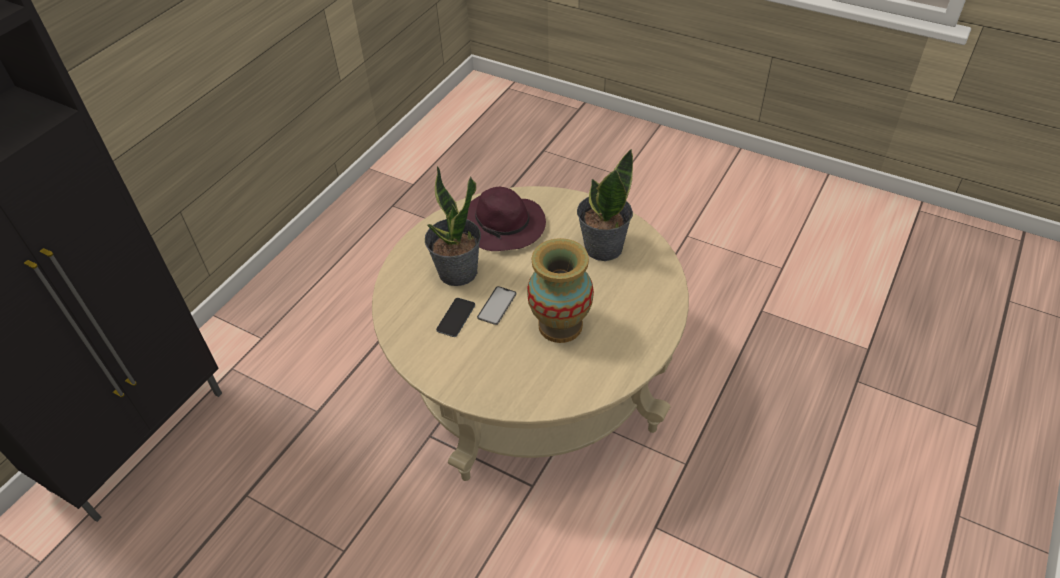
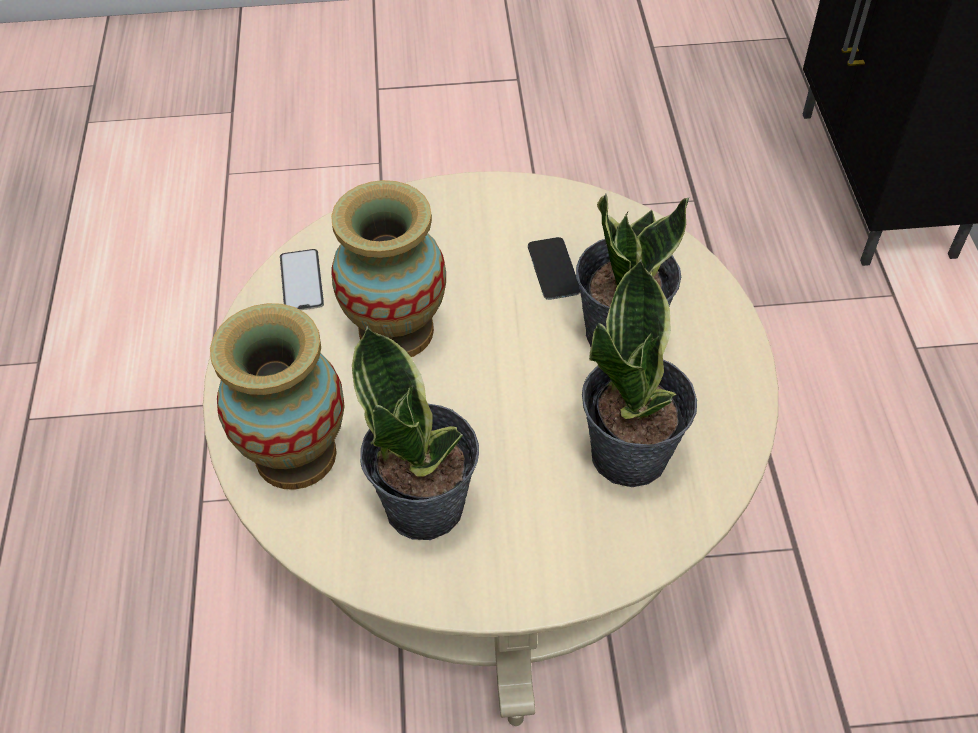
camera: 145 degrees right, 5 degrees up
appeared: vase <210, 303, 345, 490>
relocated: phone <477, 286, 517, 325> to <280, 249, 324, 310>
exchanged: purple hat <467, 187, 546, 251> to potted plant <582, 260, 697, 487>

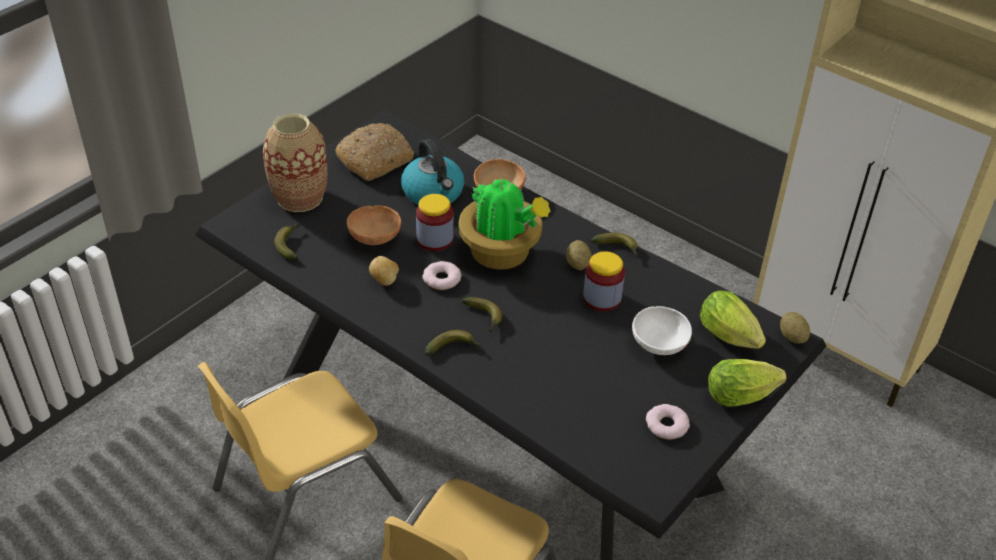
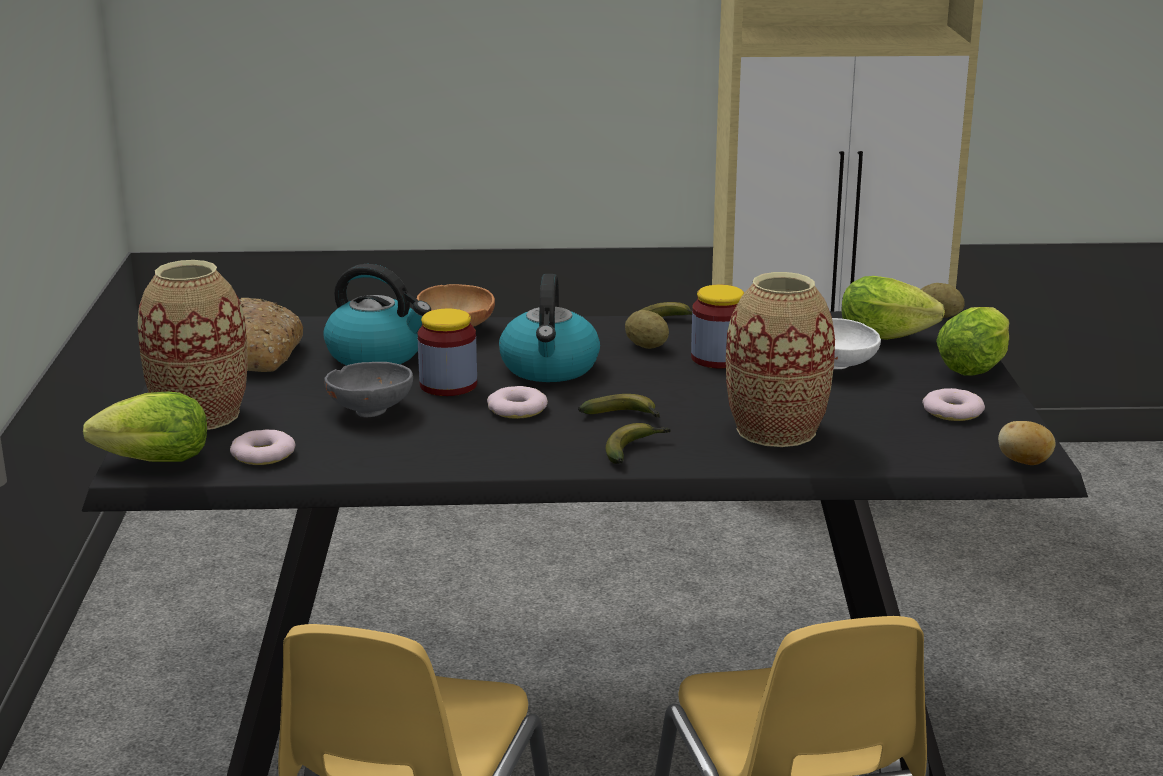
camera: 40 degrees left, 20 degrees down
appeared: lettuce <83, 391, 207, 462>; vase <726, 272, 835, 447>
relocated: potato <369, 256, 399, 286> to <998, 421, 1056, 465>
exchanged: banana <274, 223, 300, 260> to donut <230, 430, 295, 465>; potted plant <459, 174, 551, 270> to kettle <499, 274, 600, 382>
colour: brown bowl <347, 205, 401, 245> to grey bowl <324, 362, 413, 417>

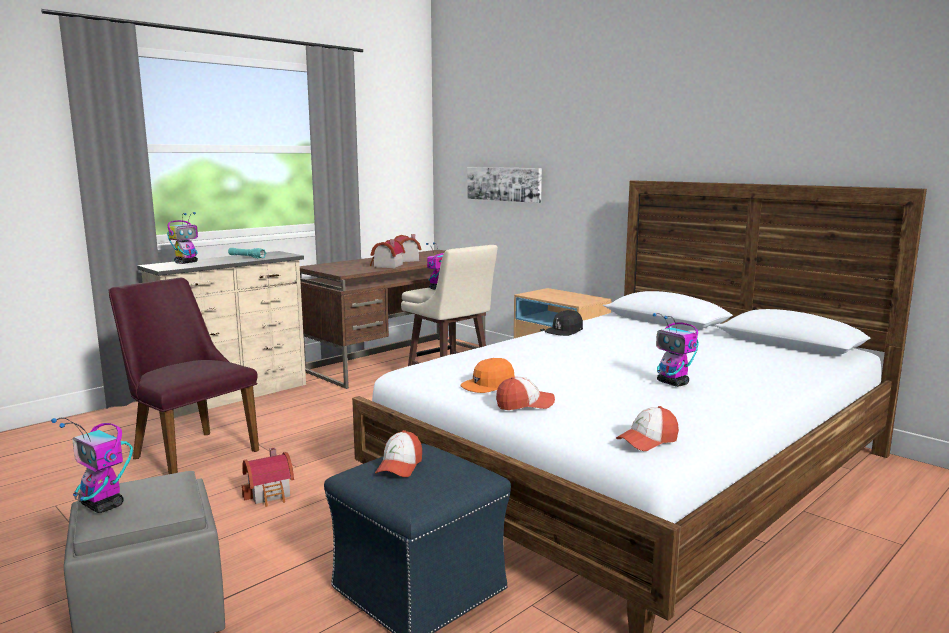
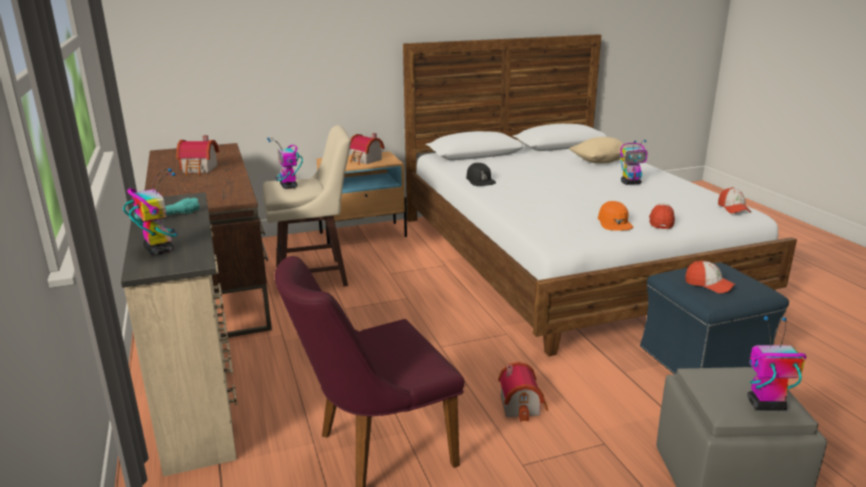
camera: 65 degrees left, 10 degrees up
missing: picture <467, 167, 542, 203>
appeared: beige pillow <569, 137, 629, 164>
relocated: toy house <370, 239, 405, 268> to <350, 133, 385, 165>
spun: toy robot <51, 418, 133, 513> = <748, 316, 806, 411> 150 degrees counterclockwise

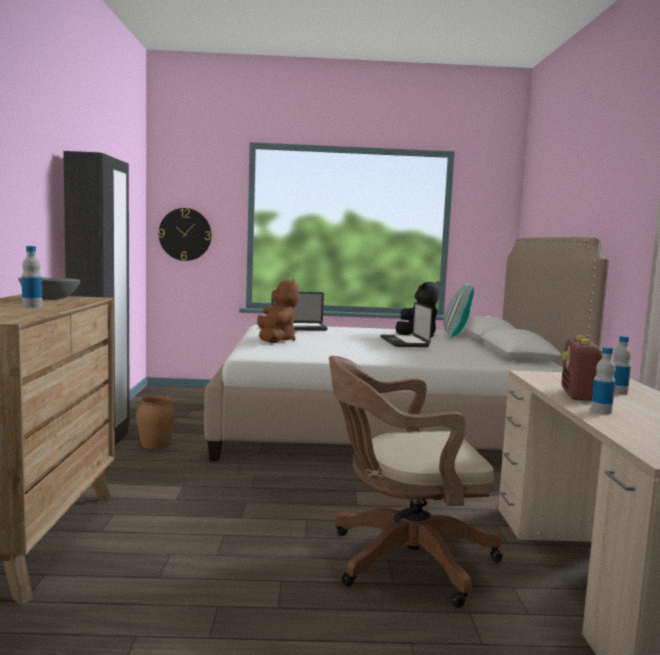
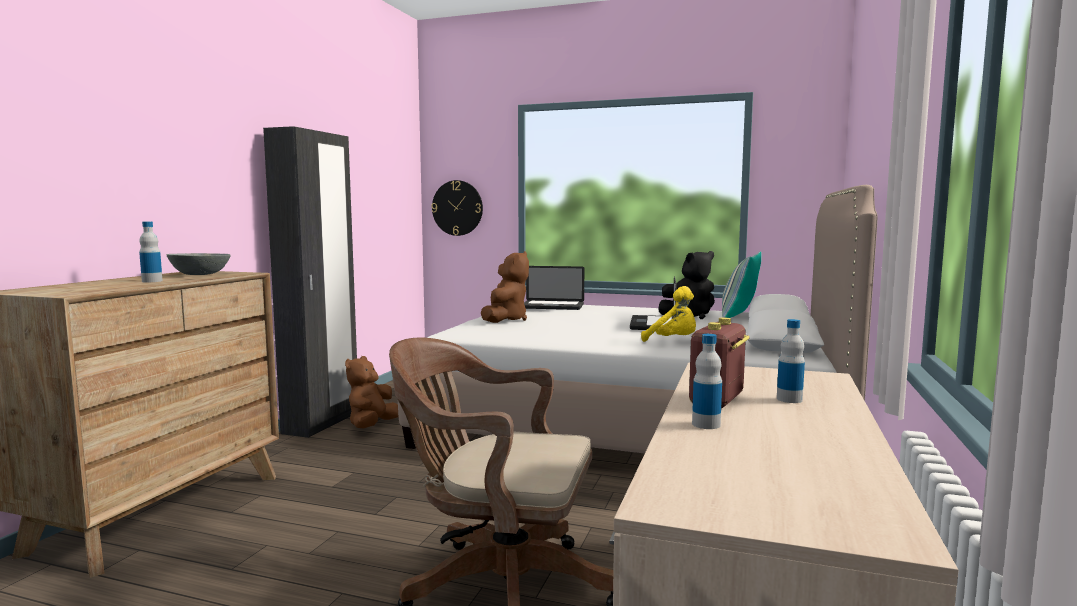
camera: 20 degrees right, 0 degrees up
appeared: yellow plush toy <641, 286, 696, 342>
exchanged: brown vase <136, 396, 175, 449> to brown plush toy <345, 356, 399, 428>

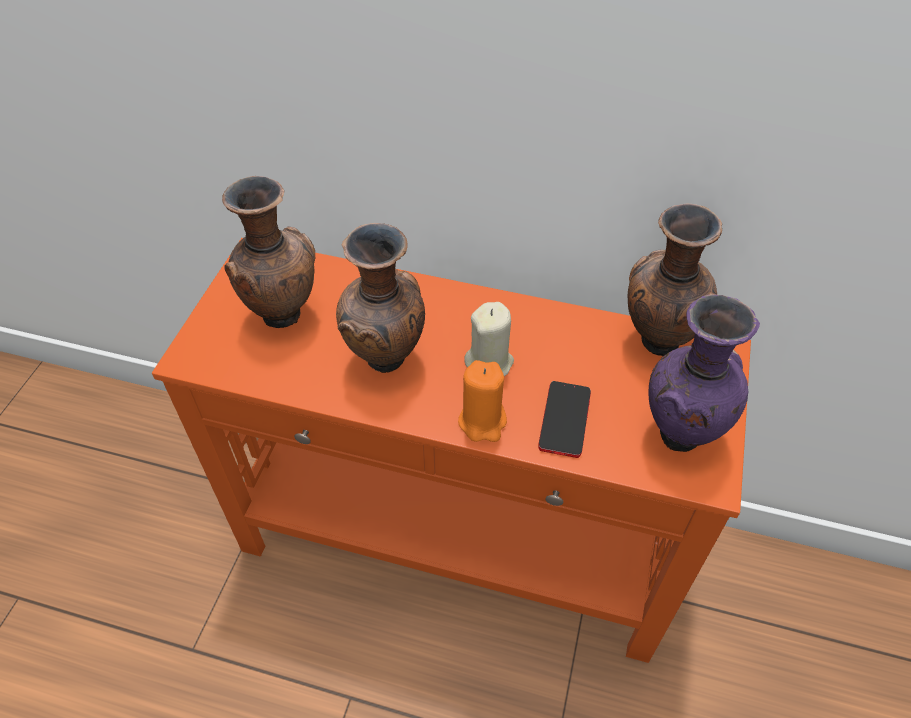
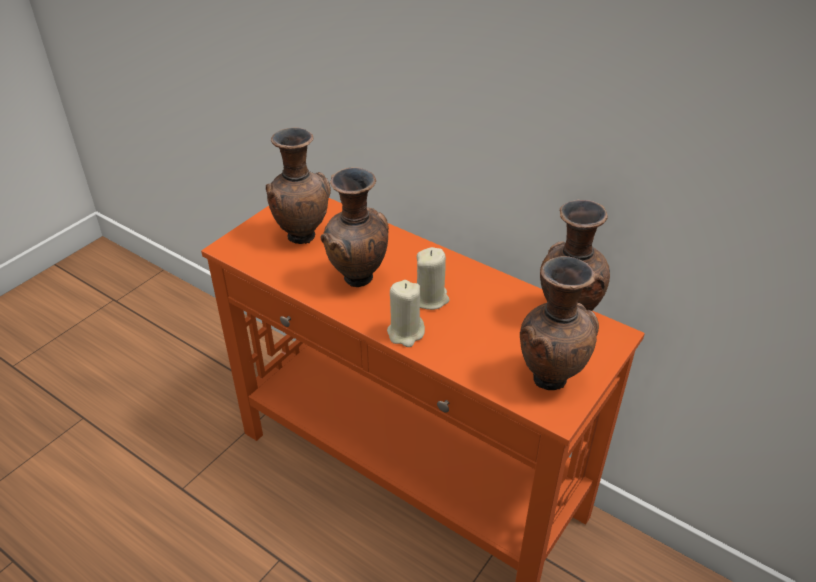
camera: 20 degrees right, 10 degrees down
missing: phone <538, 381, 591, 458>
colour: orange candle <458, 360, 507, 442> to beige candle <387, 280, 425, 347>; purple vase <648, 295, 760, 452> to brown vase <520, 256, 599, 390>

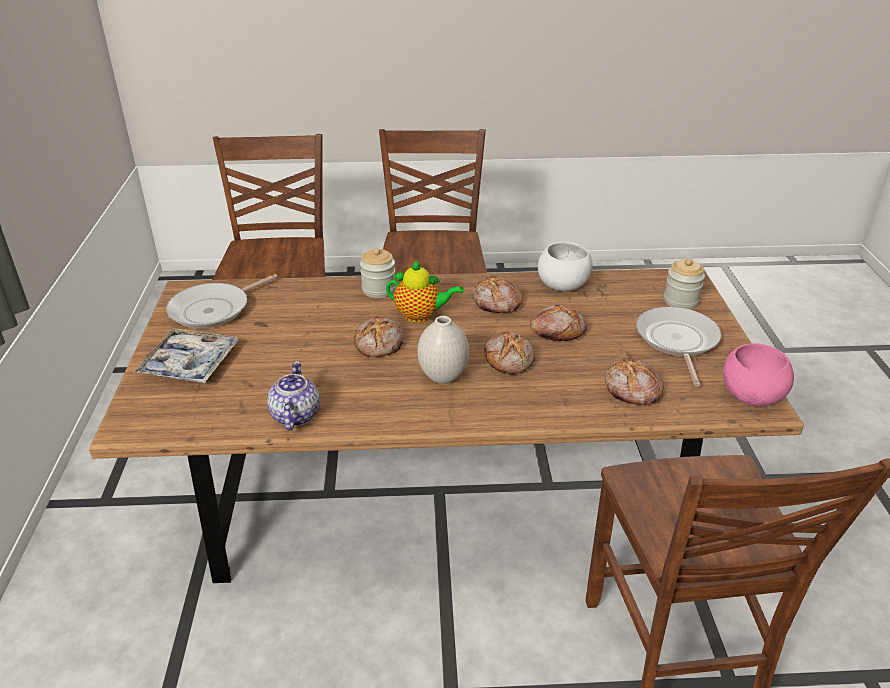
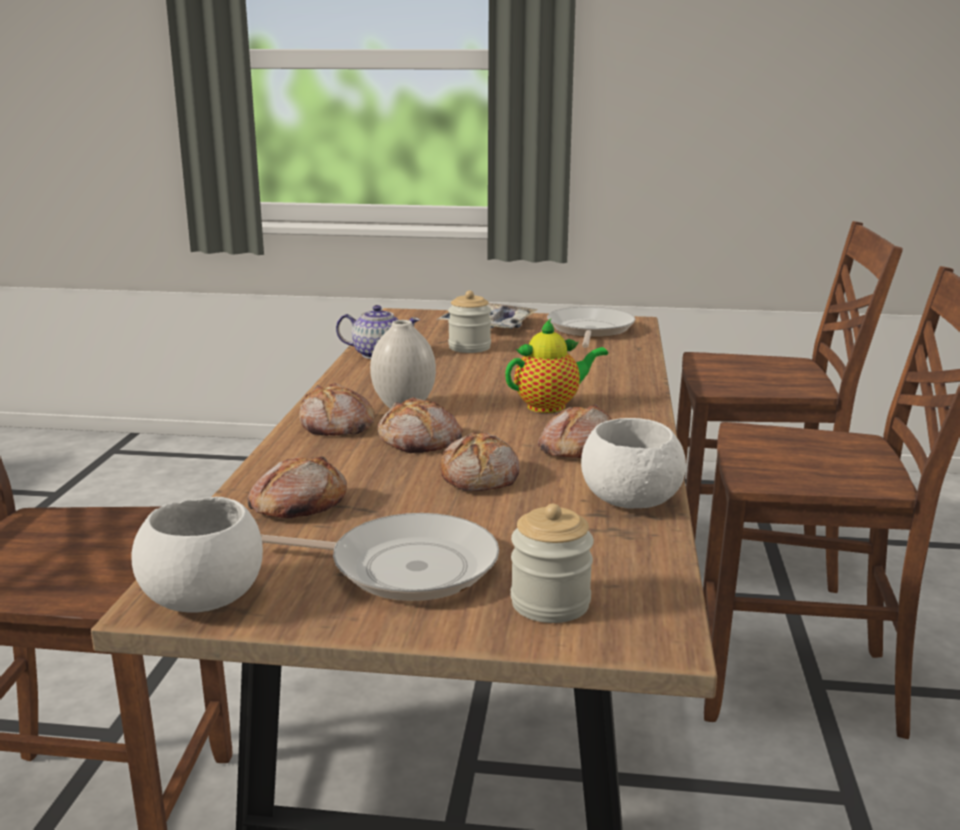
camera: 100 degrees right, 15 degrees down
relocated: bread <354, 317, 403, 357> to <299, 382, 375, 436>; jar <360, 248, 396, 298> to <448, 291, 491, 353>
colour: pink bowl <723, 343, 794, 406> to white bowl <131, 497, 263, 613>
spun: frying pan <166, 274, 278, 329> = <547, 307, 635, 348> 45 degrees clockwise; teapot <386, 260, 464, 323> = <505, 319, 608, 413> 135 degrees counterclockwise

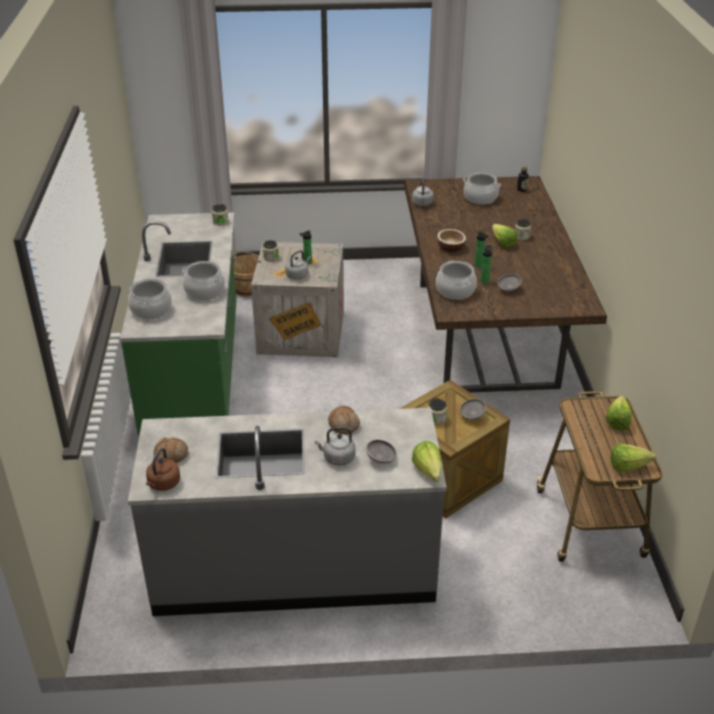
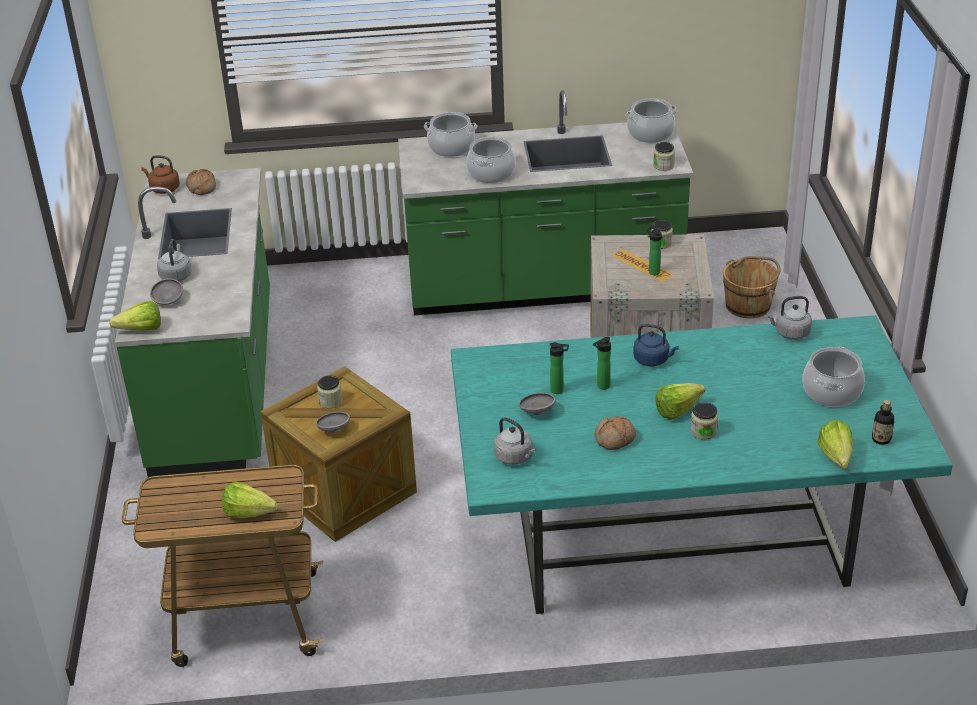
camera: 90 degrees right, 0 degrees up
relocated: grey kettle <285, 250, 311, 280> to <494, 417, 536, 465>; bread <328, 406, 360, 434> to <595, 416, 636, 450>; cooking pot <436, 261, 477, 300> to <625, 99, 678, 143>; lettuce <611, 443, 656, 472> to <817, 420, 853, 469>
exchanged: bowl <437, 229, 466, 252> to blue kettle <633, 324, 679, 367>
colour: grey counter <128, 408, 447, 616> to green counter <115, 168, 270, 477>; brown dining table <404, 176, 607, 392> to turquoise dining table <451, 315, 953, 614>

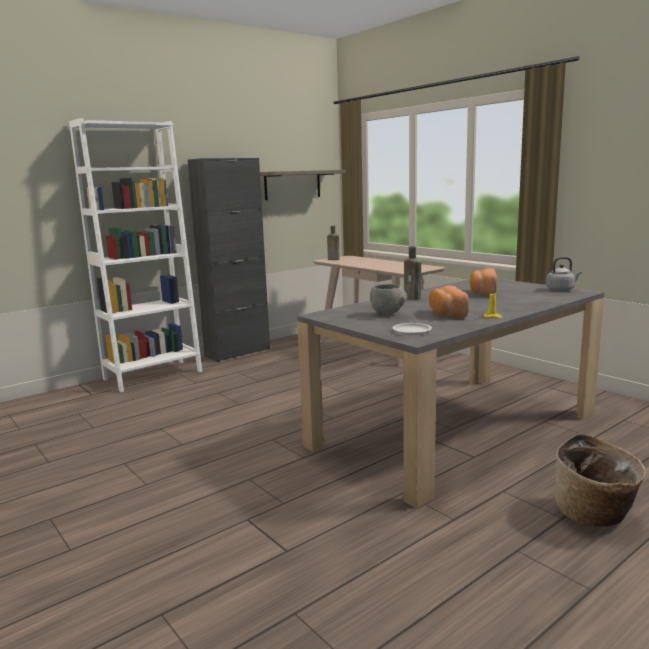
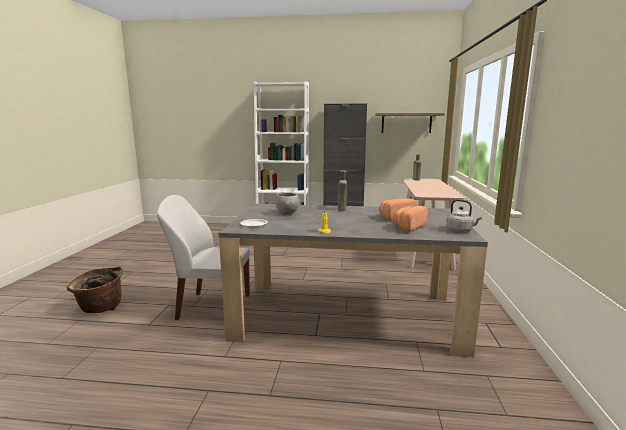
camera: 45 degrees right, 0 degrees up
appeared: white chair <157, 195, 250, 320>
relocated: bread <429, 286, 469, 318> to <393, 206, 428, 232>; basket <555, 433, 646, 527> to <67, 266, 123, 313>

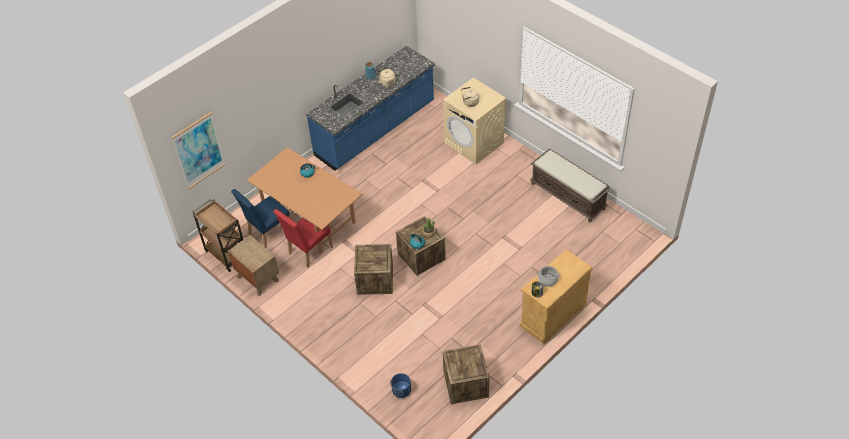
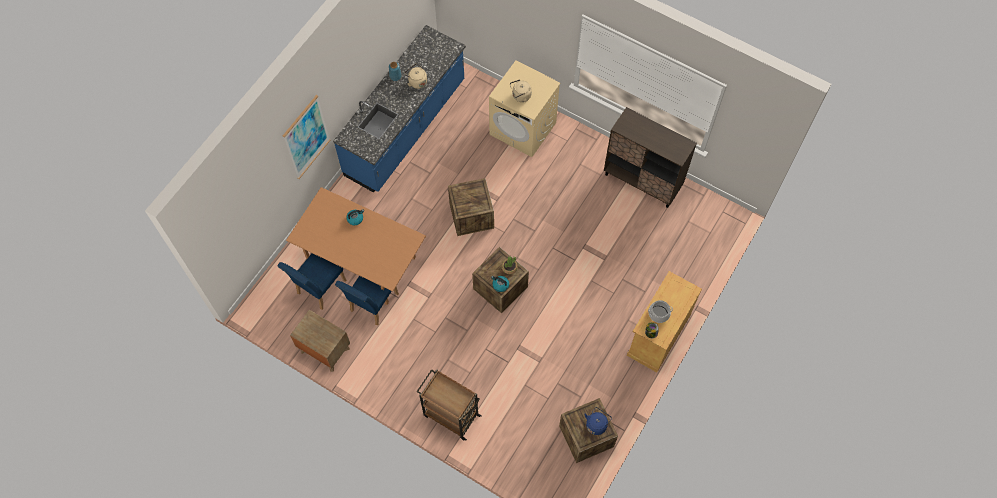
camera: 15 degrees left, 15 degrees up
missing: blue planter <391, 373, 411, 398>
appeared: blue kettle <584, 407, 612, 435>
relocated: picture <171, 112, 226, 190> to <283, 95, 330, 179>; brown cart <193, 199, 244, 272> to <417, 369, 482, 440>; crate <354, 244, 393, 295> to <448, 178, 494, 236>
exchanged: brown bench <530, 148, 610, 222> to brown cabinet <604, 107, 697, 208>
colour: red chair <273, 209, 333, 268> to blue chair <335, 276, 399, 326>

